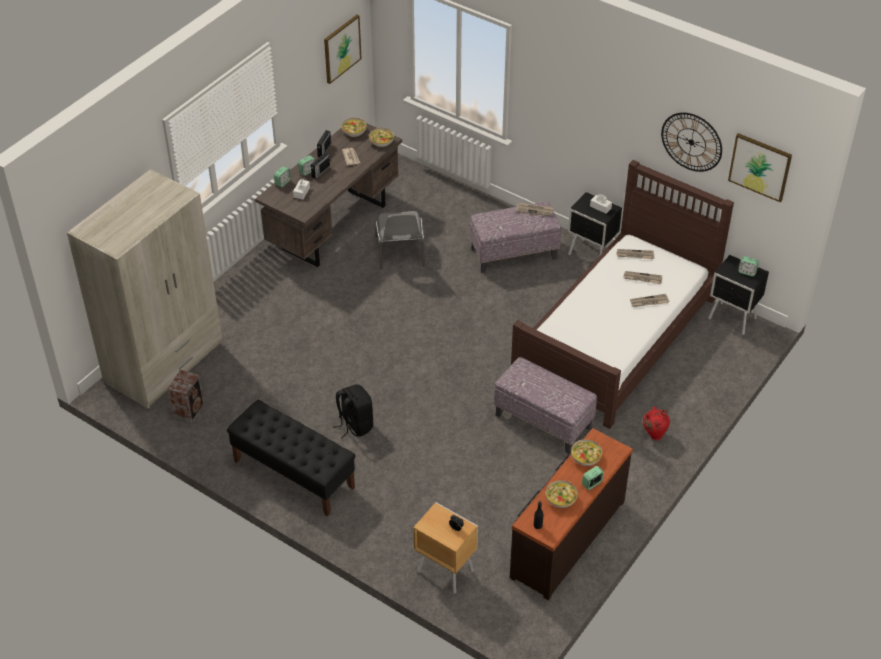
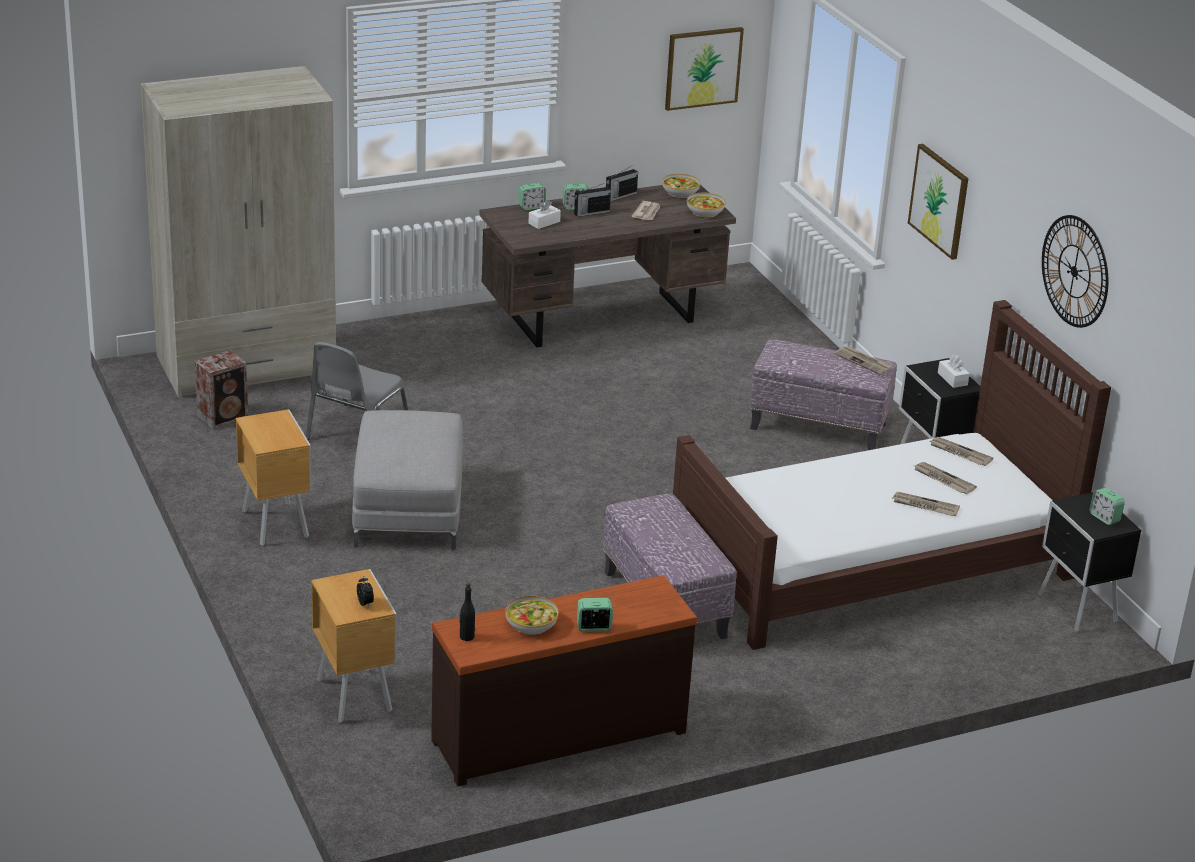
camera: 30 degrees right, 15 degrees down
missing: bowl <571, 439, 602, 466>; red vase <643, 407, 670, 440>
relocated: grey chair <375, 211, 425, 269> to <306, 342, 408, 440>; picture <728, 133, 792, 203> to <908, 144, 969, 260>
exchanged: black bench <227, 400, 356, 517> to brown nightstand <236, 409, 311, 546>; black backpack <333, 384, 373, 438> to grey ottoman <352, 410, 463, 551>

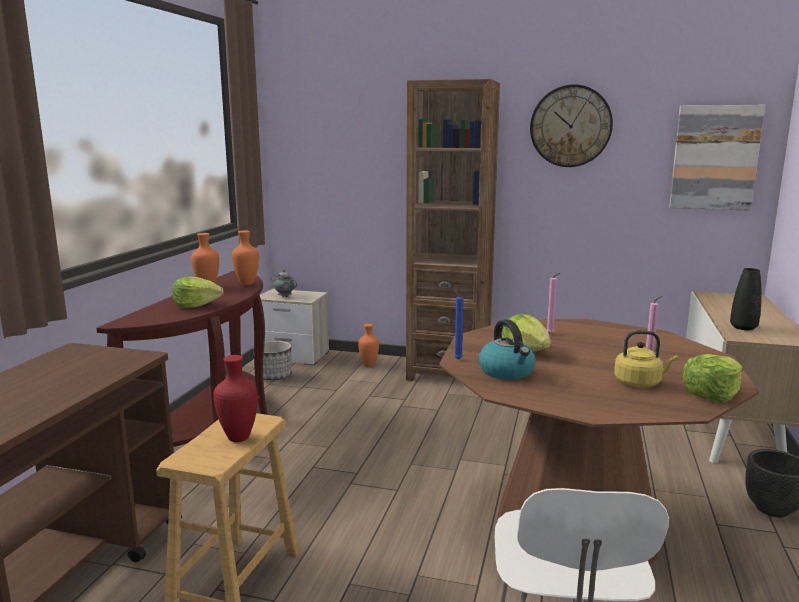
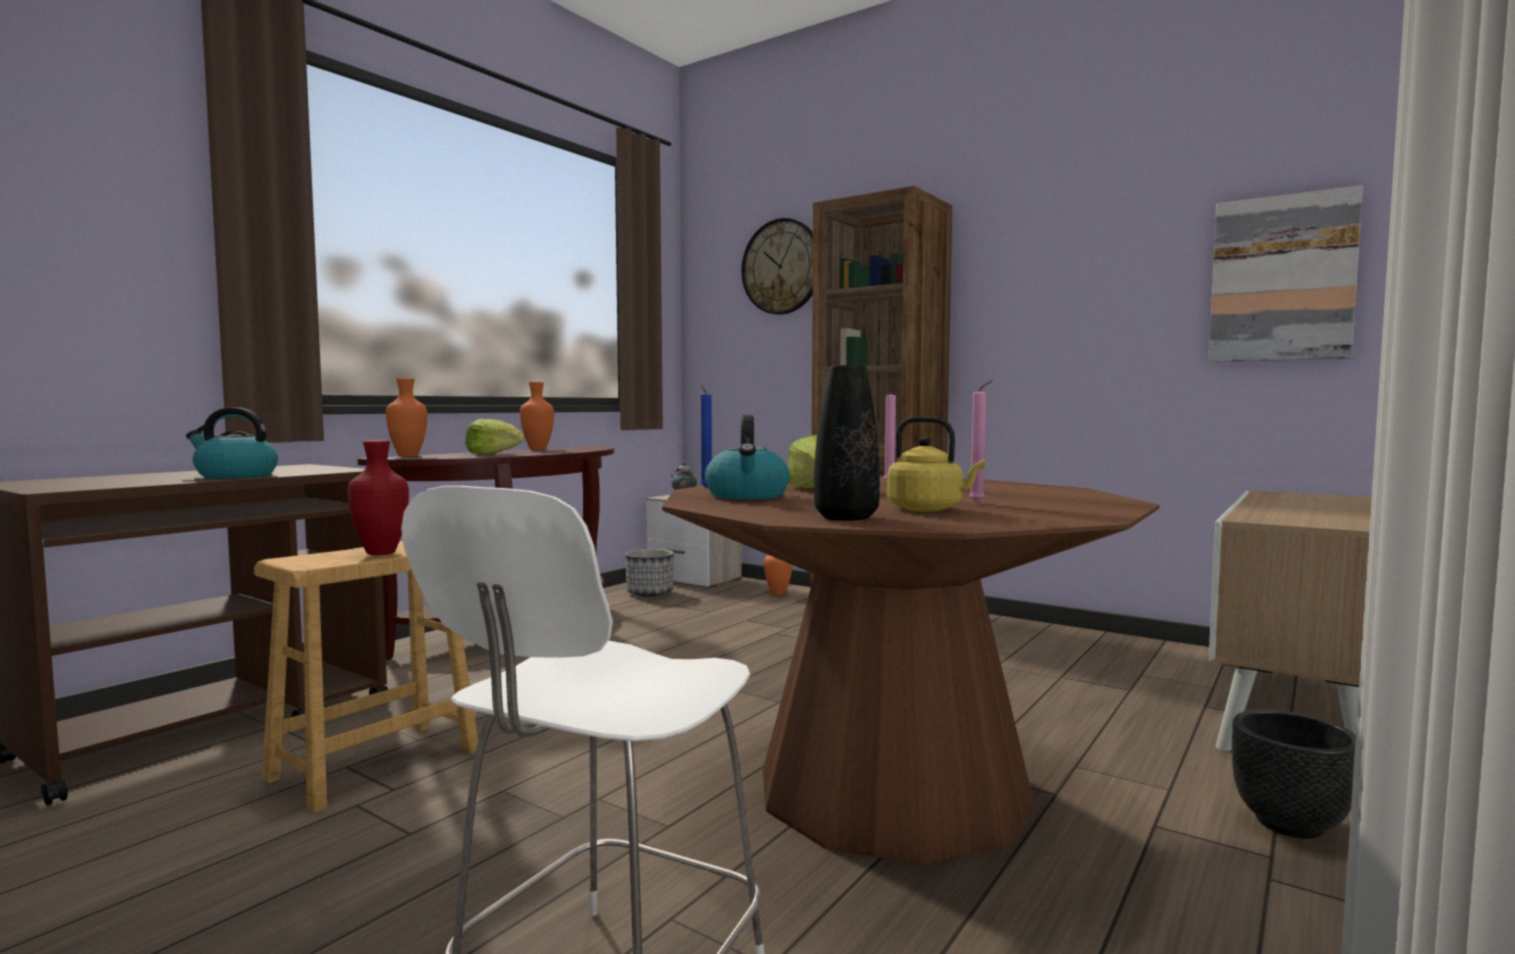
camera: 20 degrees right, 10 degrees down
missing: lettuce <682, 354, 742, 403>
appeared: kettle <186, 407, 278, 478>
relocated: orange vase <232, 230, 259, 285> to <386, 378, 427, 457>; wall clock <530, 84, 613, 167> to <741, 218, 813, 315>; black vase <730, 268, 762, 330> to <814, 365, 880, 521>

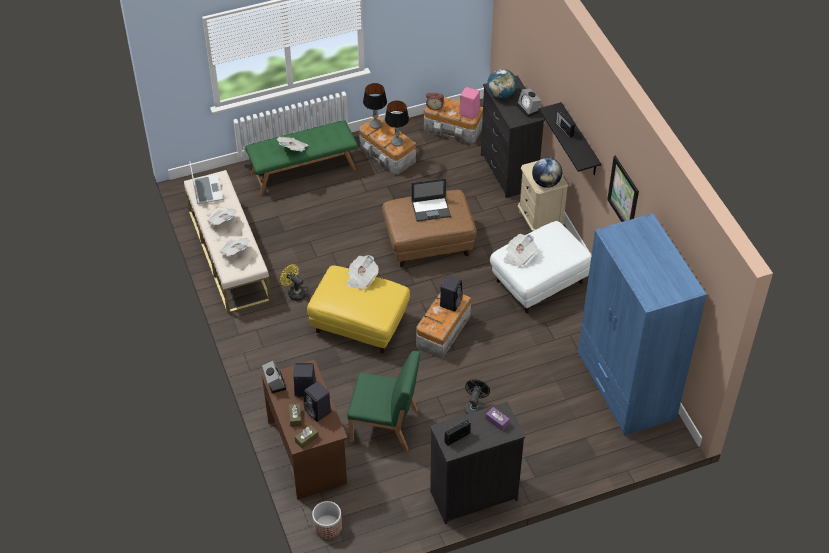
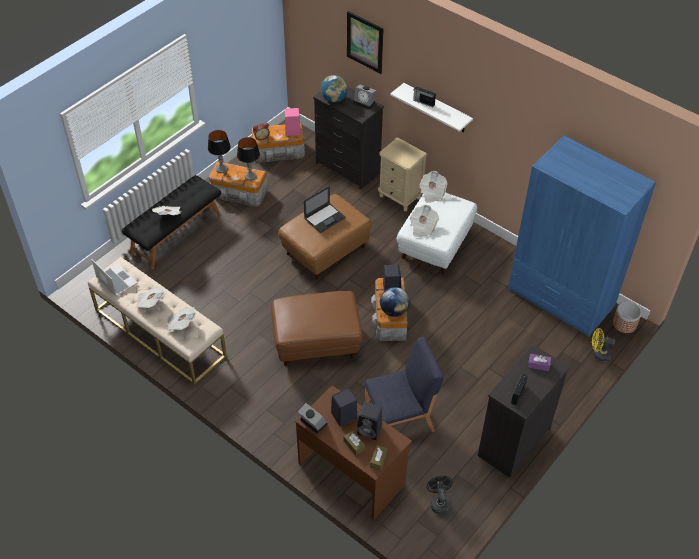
camera: 30 degrees left, 0 degrees up
relocated: yellow fan <280, 264, 307, 301> to <592, 328, 615, 362>; planter <312, 501, 342, 539> to <613, 301, 642, 333>; newspaper <347, 255, 379, 290> to <419, 171, 448, 203>; black fan <465, 379, 490, 414> to <427, 476, 452, 514>; globe <532, 157, 562, 188> to <380, 287, 410, 317>; picture <607, 156, 639, 222> to <347, 11, 384, 74>
colour: green bench <245, 120, 358, 195> to black bench <122, 175, 221, 269>; yellow ottoman <307, 265, 410, 353> to brown ottoman <271, 291, 363, 366>; green chair <347, 351, 420, 451> to blue chair <365, 337, 444, 432>; black shelf <539, 102, 601, 175> to white shelf <390, 83, 473, 132>

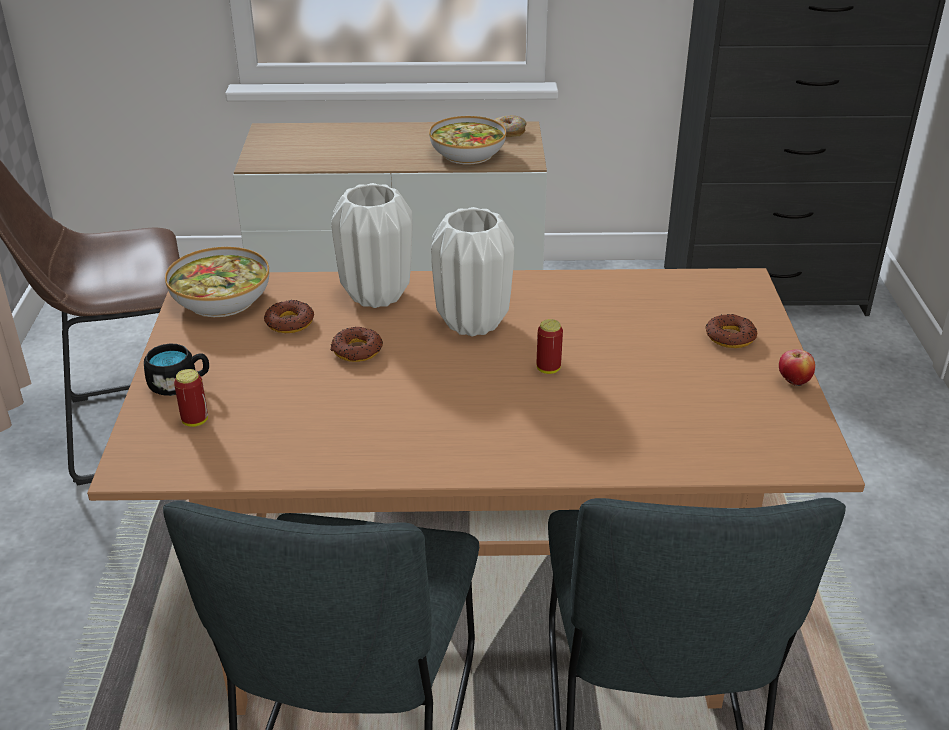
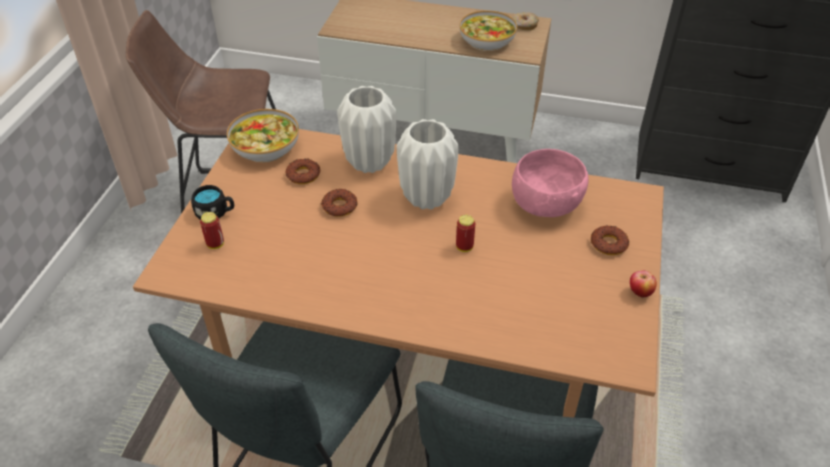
camera: 15 degrees right, 10 degrees up
appeared: pink bowl <512, 149, 589, 217>

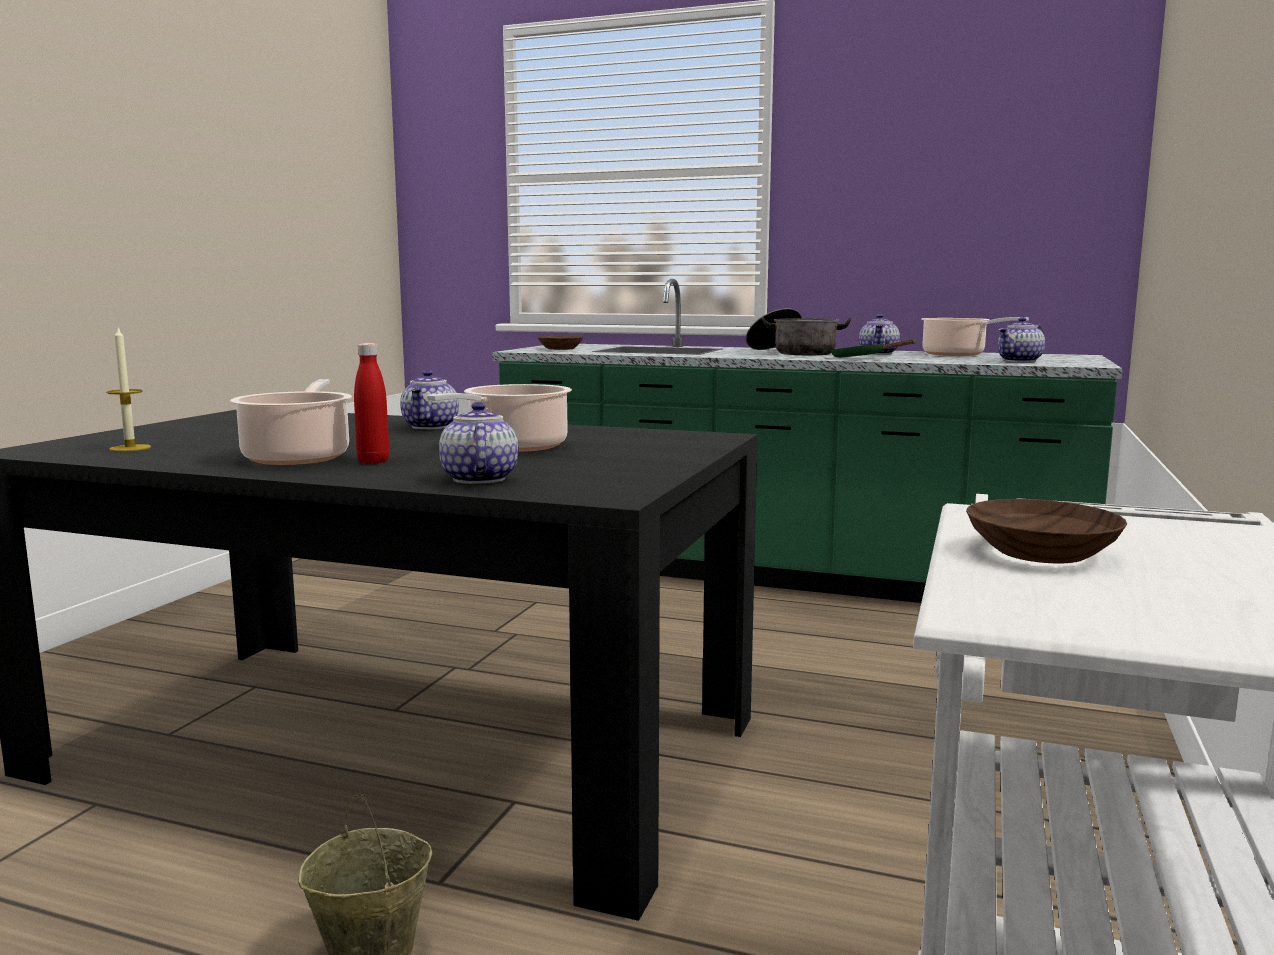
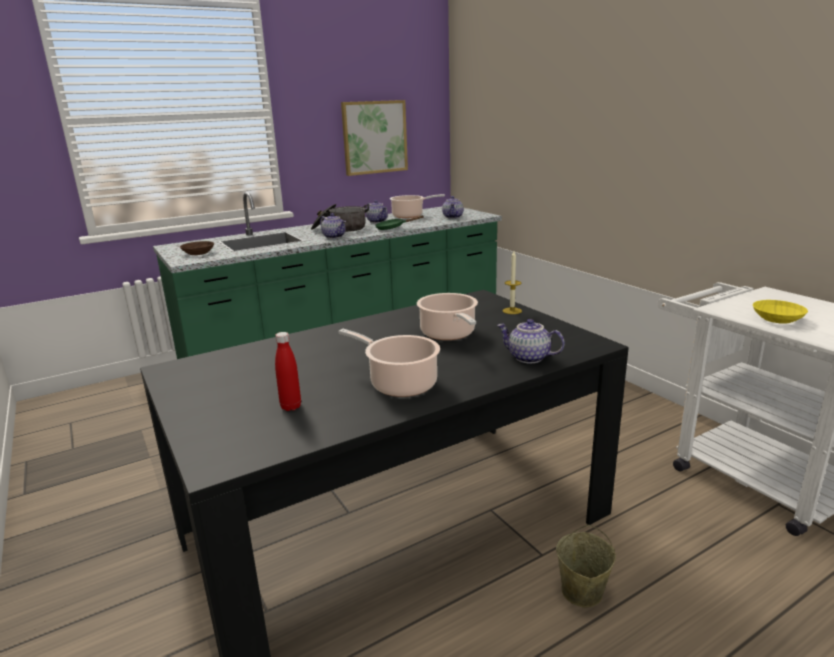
camera: 50 degrees left, 10 degrees up
appeared: picture <341, 100, 408, 176>
relocated: candle <106, 328, 151, 452> to <503, 251, 522, 314>; red bottle <354, 343, 389, 464> to <275, 332, 301, 411>; teapot <400, 370, 459, 429> to <320, 213, 346, 239>
colour: brown bowl <966, 499, 1127, 563> to yellow bowl <753, 300, 808, 324>

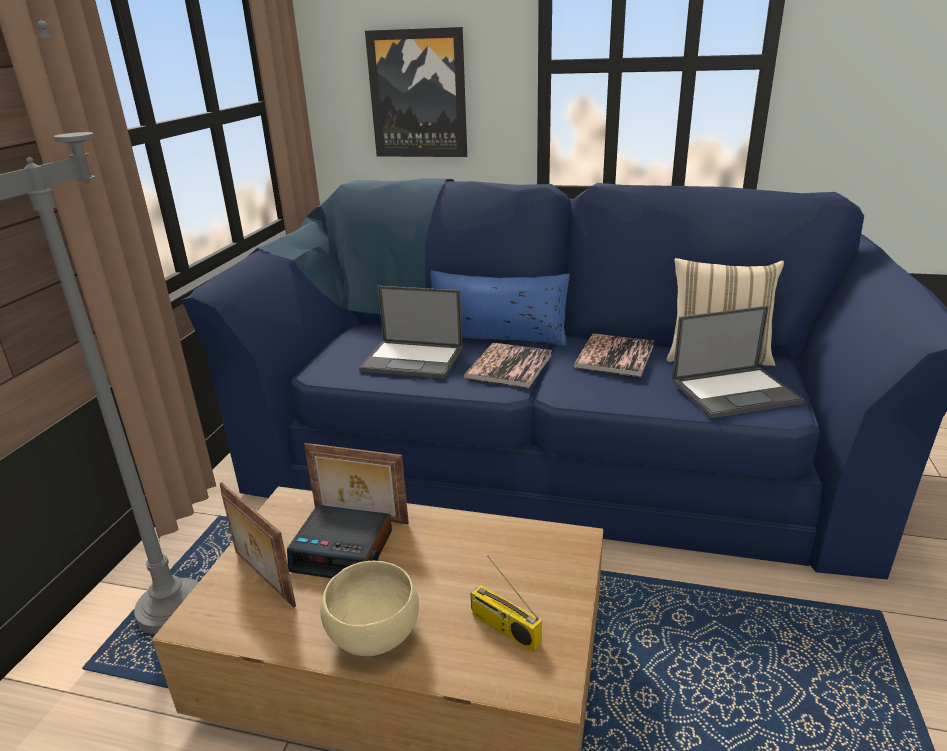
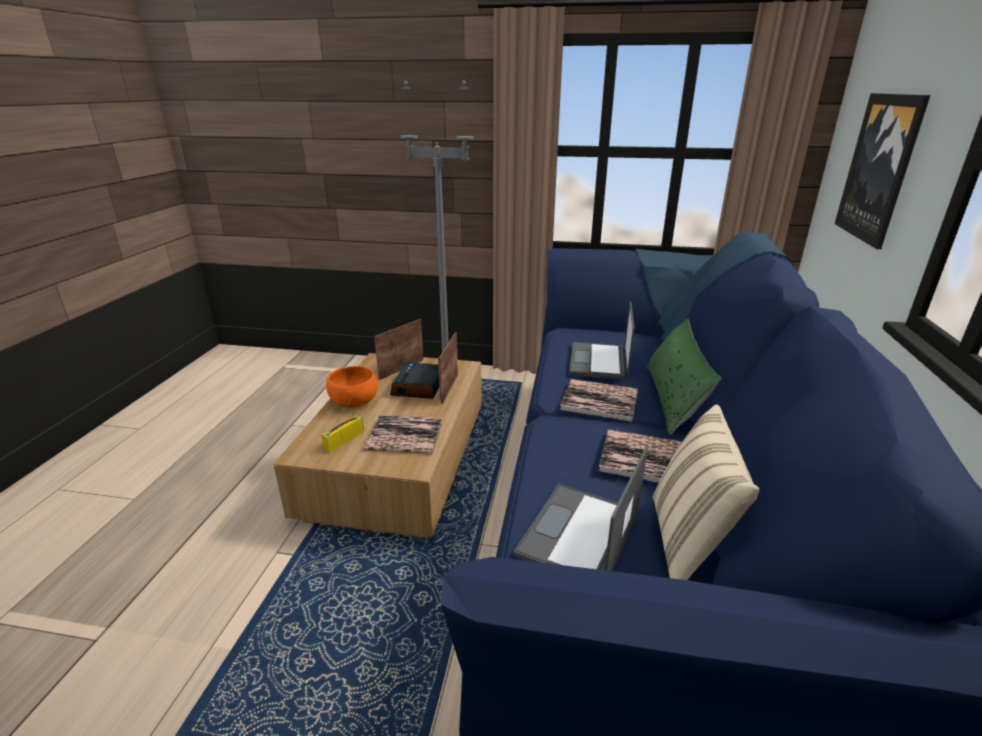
camera: 85 degrees right, 0 degrees up
appeared: book <364, 415, 442, 454>
colour: beige bowl <320, 561, 419, 656> to orange bowl <326, 366, 378, 408>; blue pillow <430, 270, 570, 346> to green pillow <647, 318, 721, 435>
spun: laptop <672, 306, 804, 418> = <513, 446, 648, 571> 45 degrees clockwise

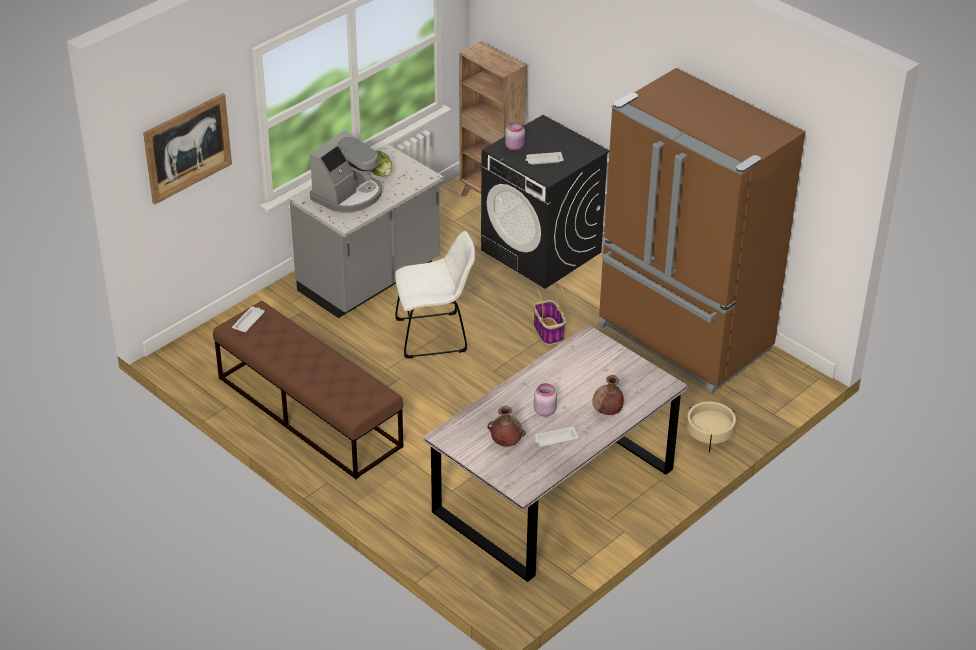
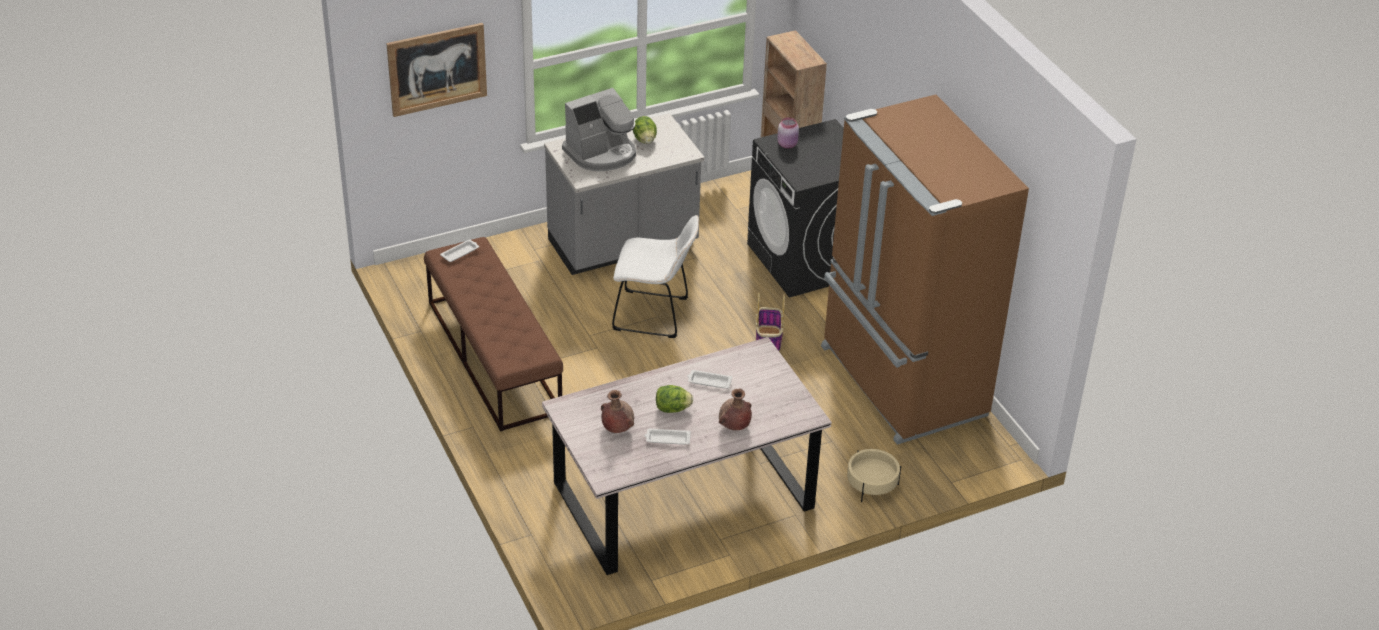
camera: 20 degrees right, 0 degrees up
relocated: white tray <526, 152, 564, 165> to <687, 370, 732, 389>
exchanged: pink jar <534, 383, 557, 417> to lettuce <656, 385, 693, 413>

